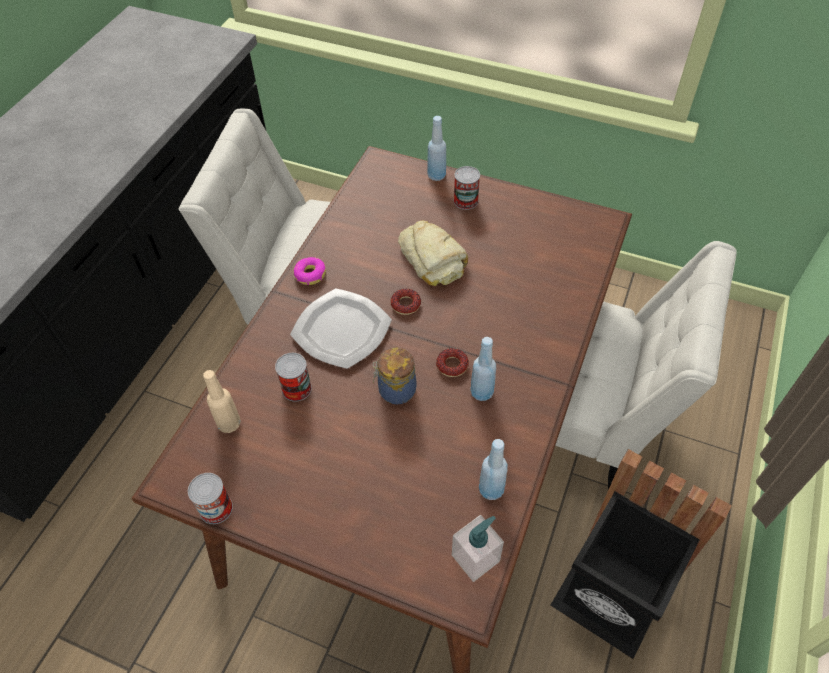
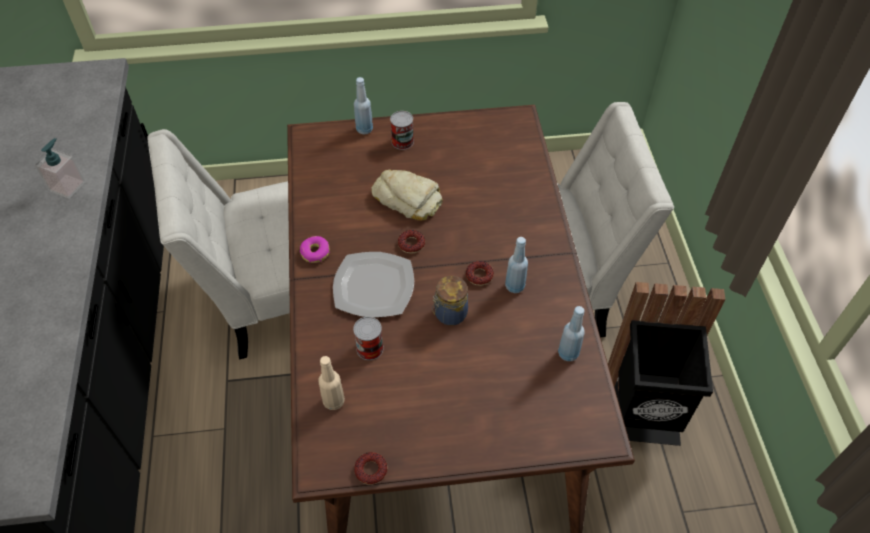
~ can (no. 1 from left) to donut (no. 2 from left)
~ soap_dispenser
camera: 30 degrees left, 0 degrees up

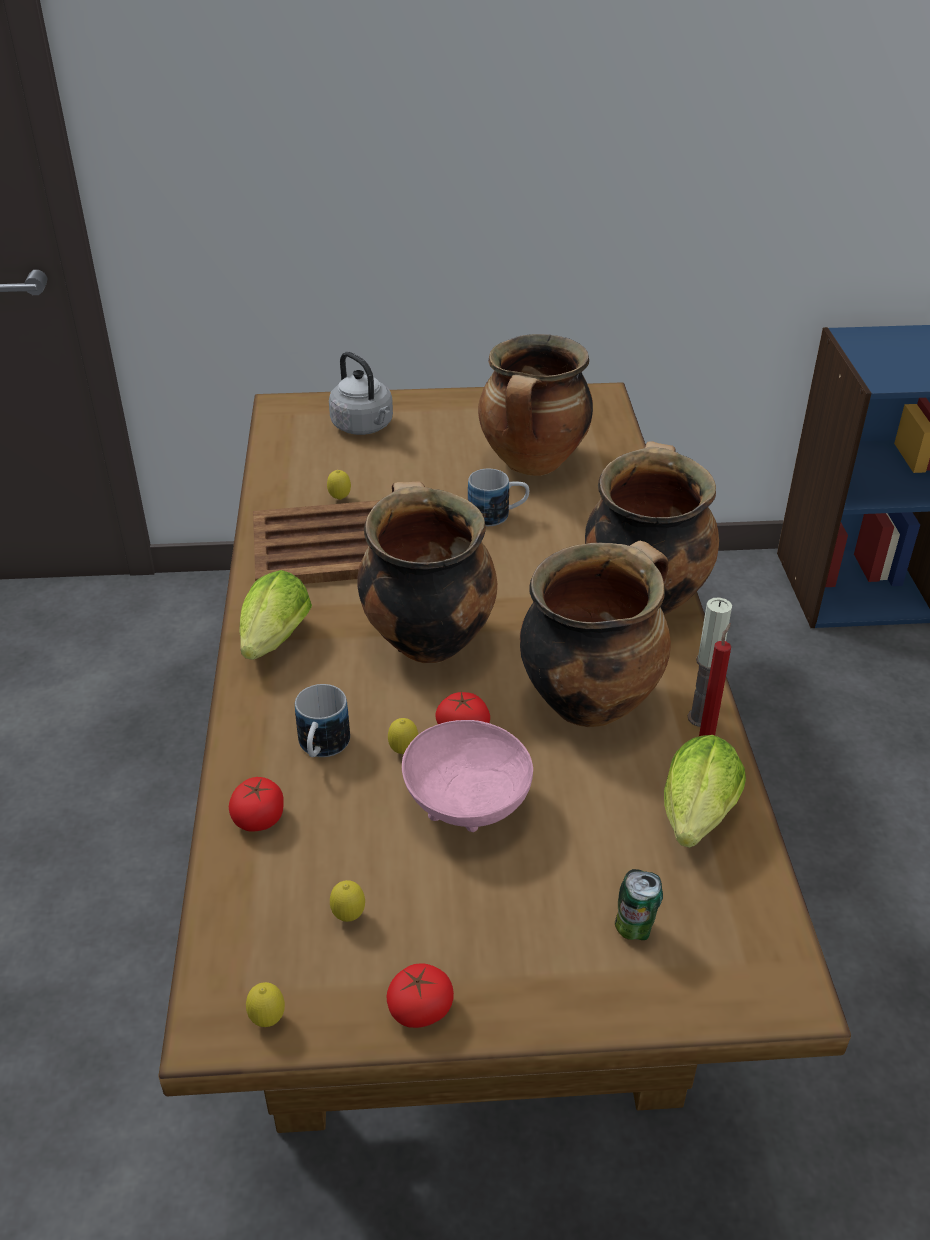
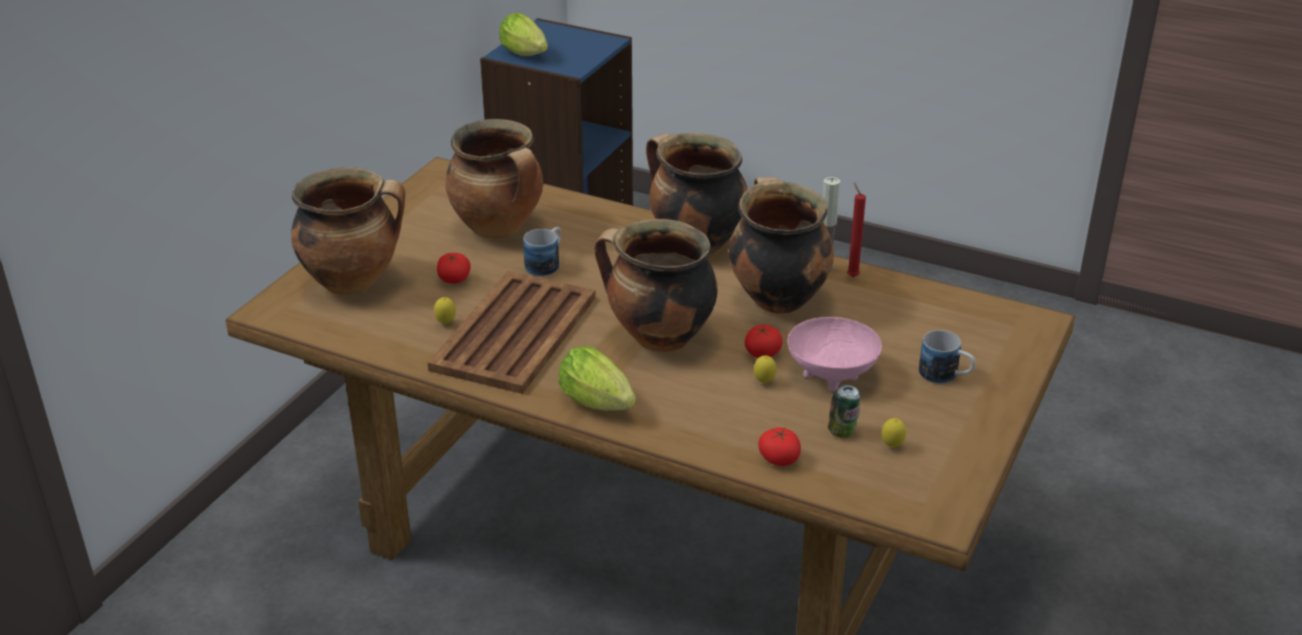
- lemon (no. 1 from left)
~ mug (no. 1 from left in the first image) to mug (no. 2 from left)
~ grey_kettle to cooking_pot (no. 1 from left)
~ tomato (no. 2 from left in the first image) to tomato (no. 1 from left)
~ can
~ lettuce (no. 2 from left in the first image) to lettuce (no. 1 from left)
camera: 60 degrees left, 5 degrees down

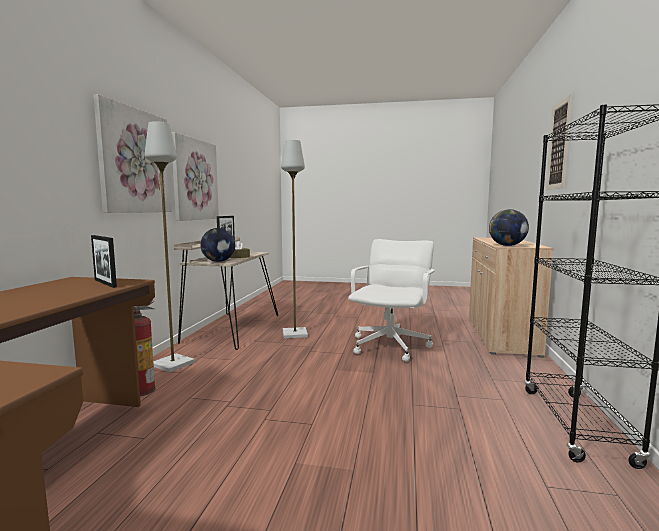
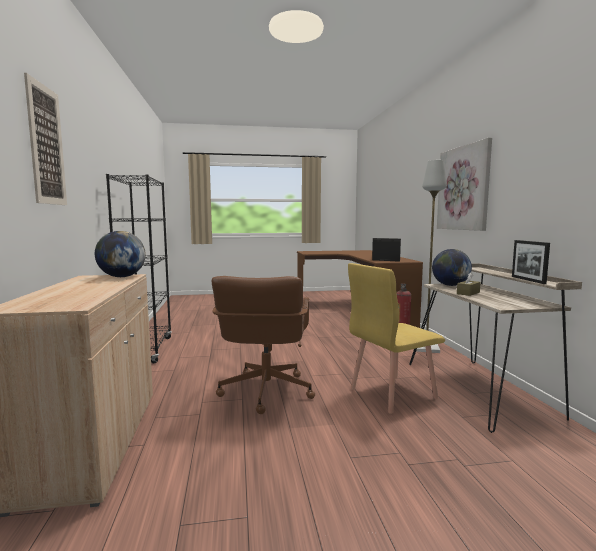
- picture (no. 2 from left)
~ grey_floor_lamp (no. 2 from left) to yellow_chair
~ white_office_chair to brown_office_chair
camera: 160 degrees right, 0 degrees up

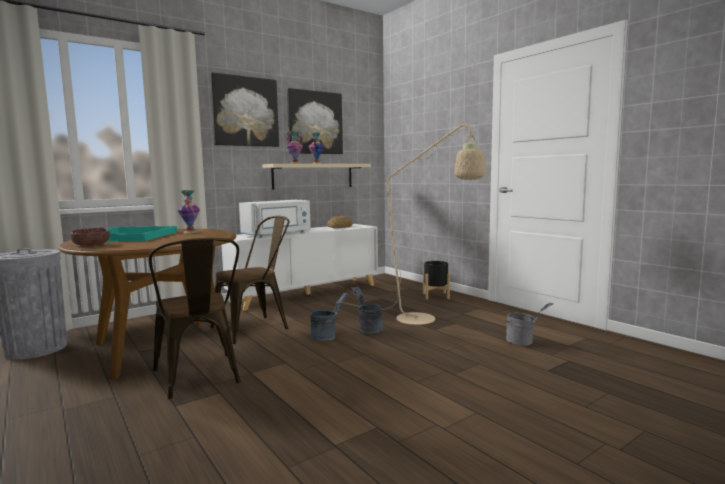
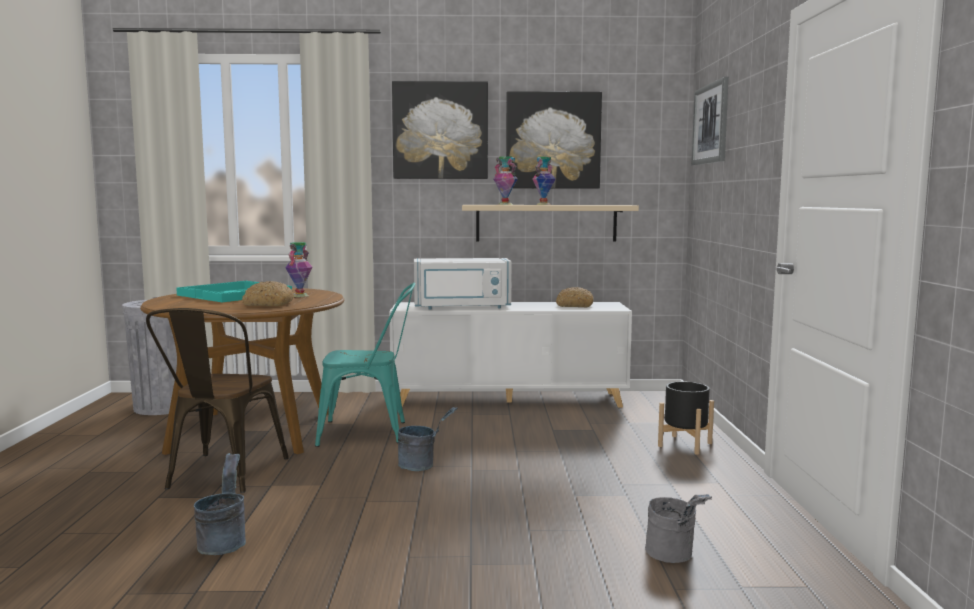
- bowl
~ brown_chair (no. 2 from left) to turquoise_chair
- beige_floor_lamp
~ grey_bucket (no. 2 from left in the first image) to grey_bucket (no. 1 from left)
+ bread (no. 1 from left)
+ picture (no. 3 from left)
camera: 35 degrees right, 0 degrees up

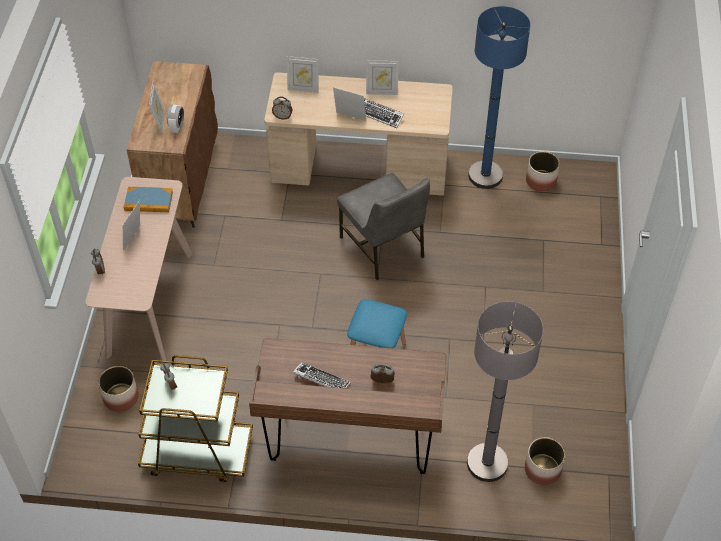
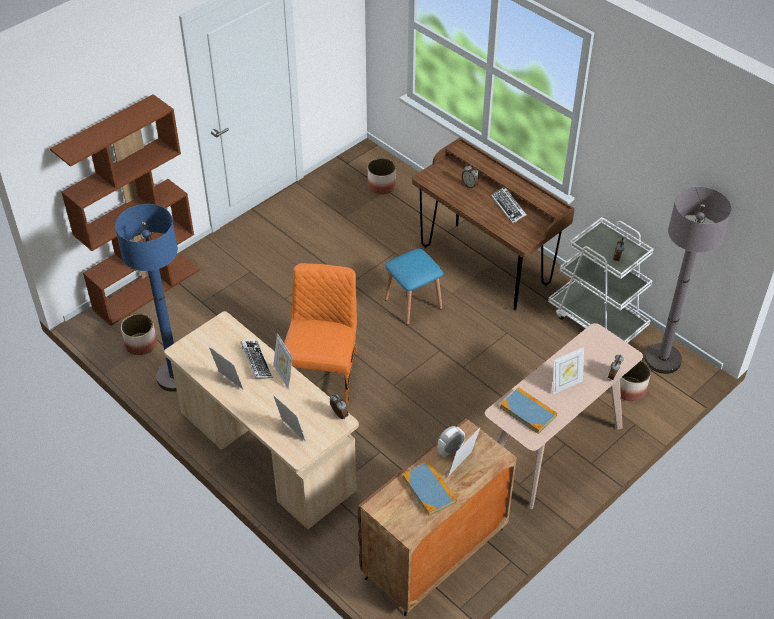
~ brown_cart to white_cart
~ grey_chair to orange_chair
~ grey_floor_lamp
+ brown_bookcase
+ book (no. 1 from left)
camera: 140 degrees left, 5 degrees down

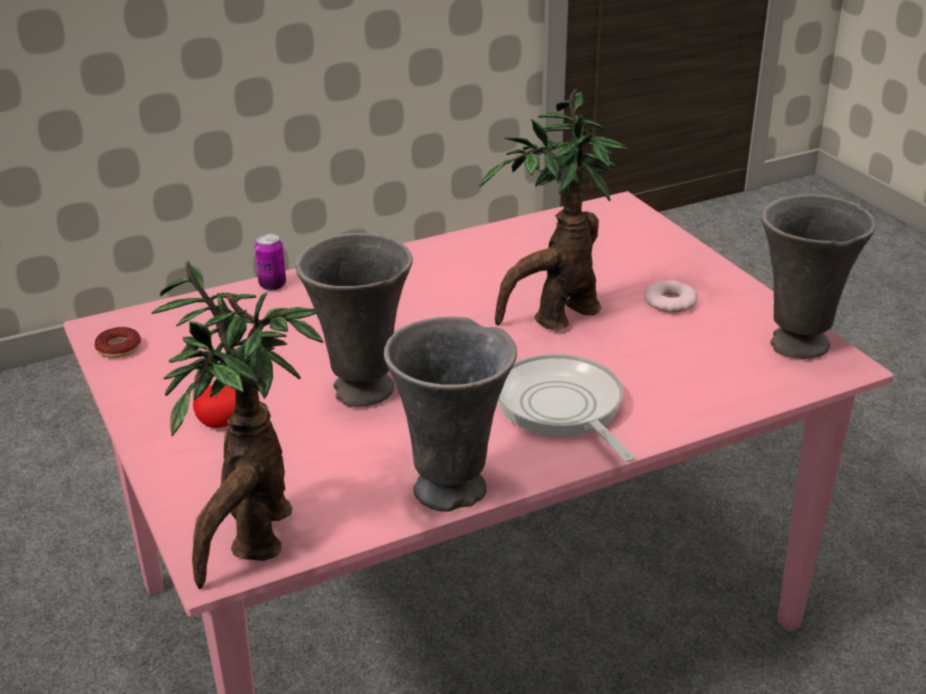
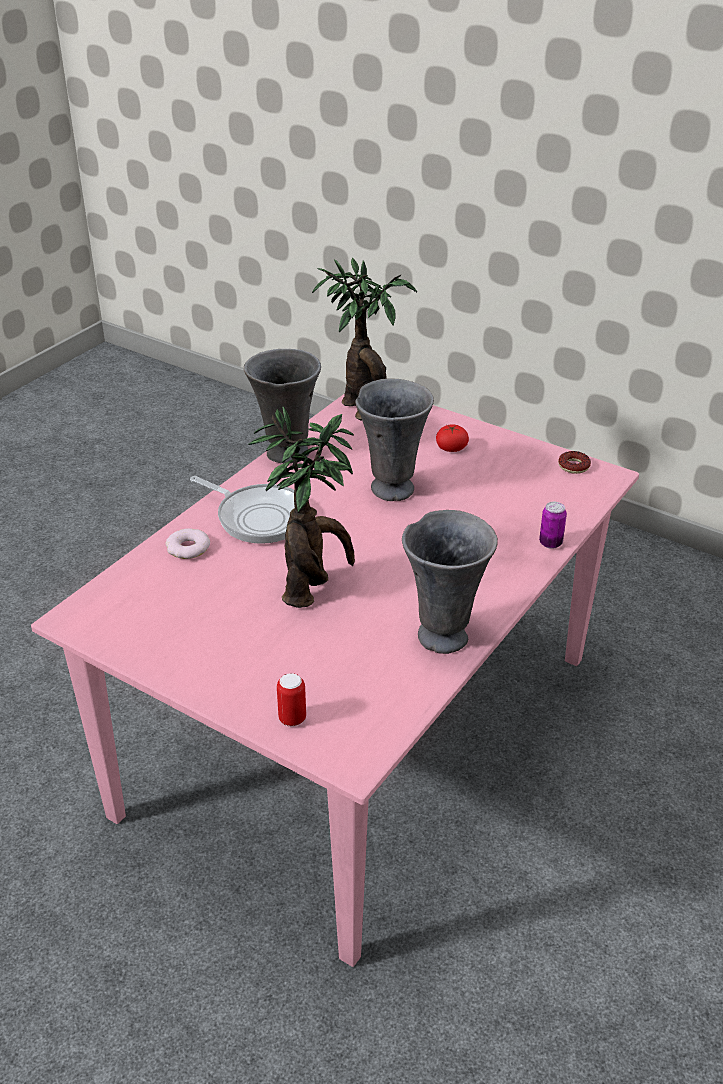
~ donut (no. 2 from left in the first image) to donut (no. 1 from left)
~ grey_vase (no. 3 from left)
+ can (no. 1 from left)
camera: 150 degrees right, 5 degrees up

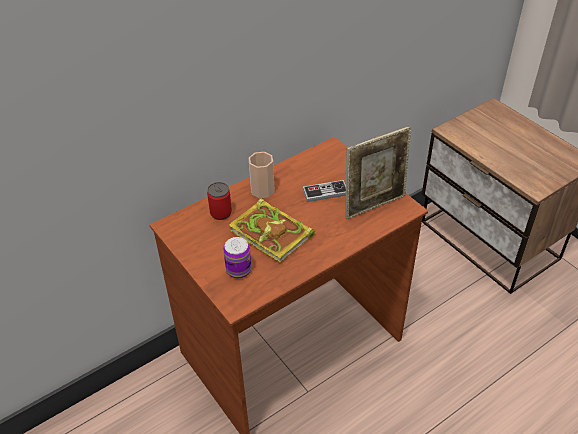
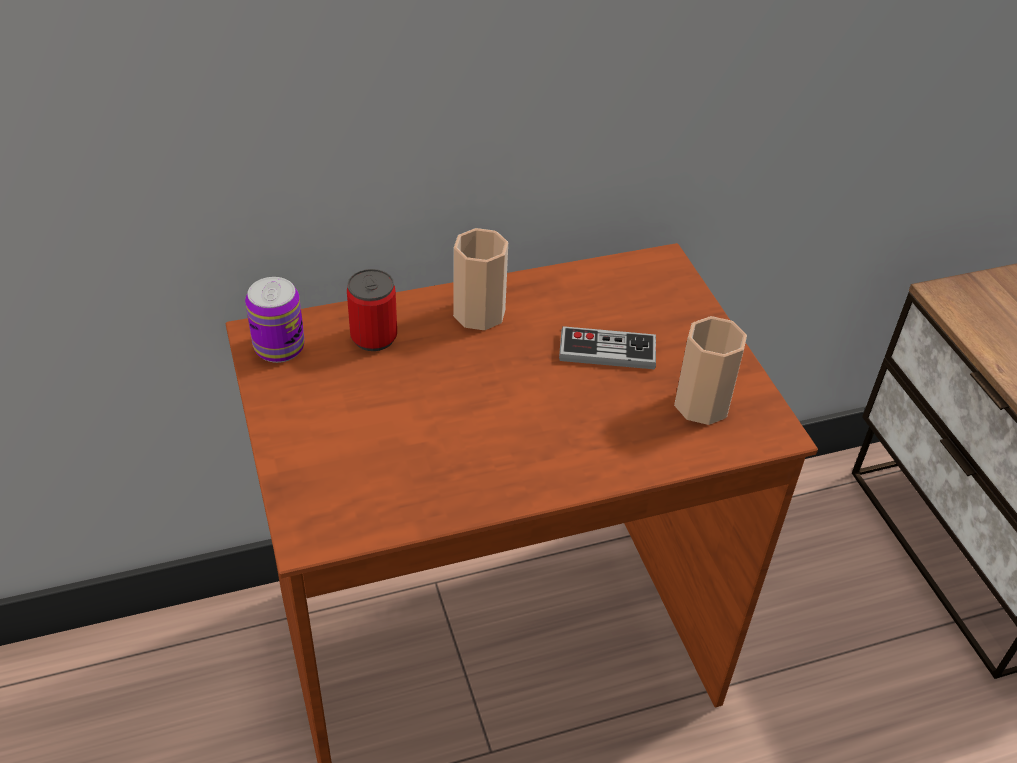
~ can (no. 2 from left in the first image) to can (no. 1 from left)
- book
~ picture_frame to cup (no. 2 from left)
camera: 15 degrees right, 0 degrees up

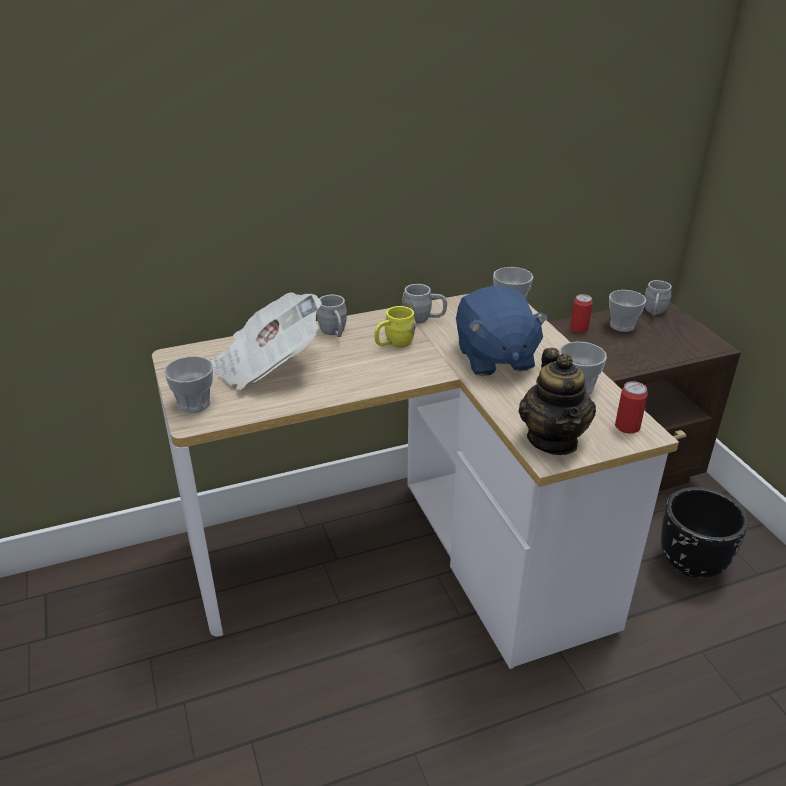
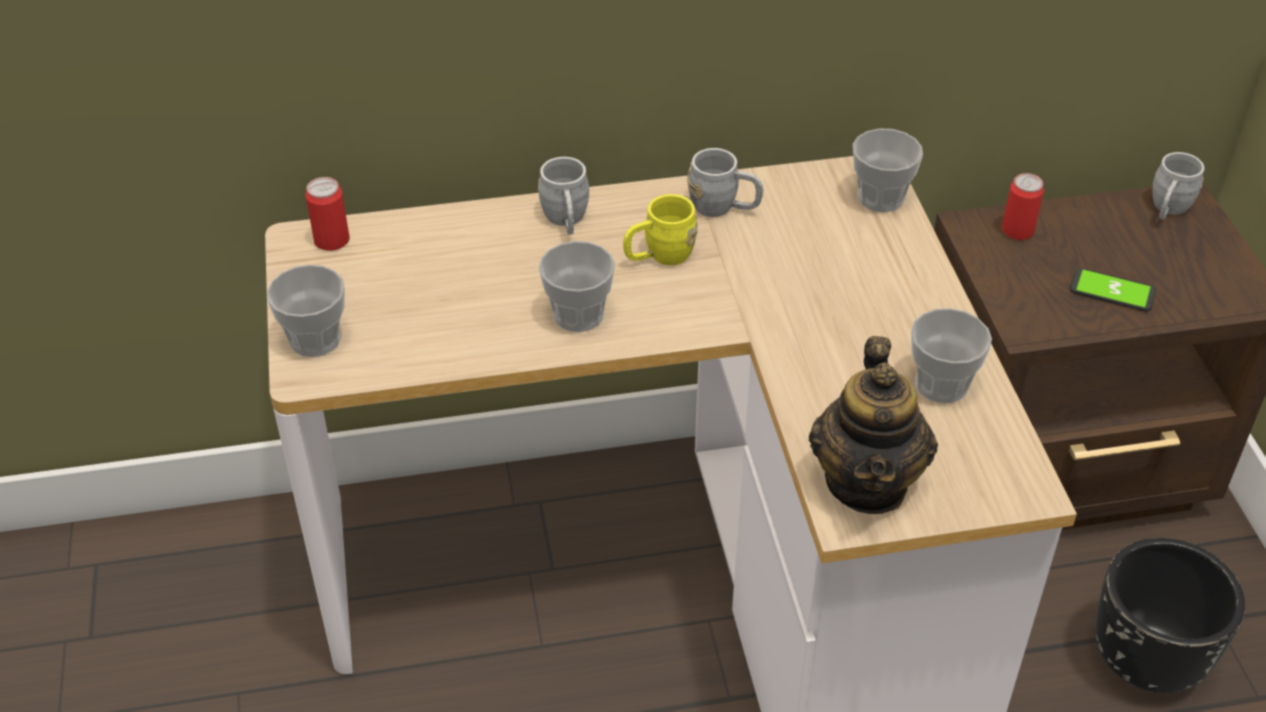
- newspaper
- blue_plush_toy
~ cup (no. 4 from left in the first image) to cup (no. 2 from left)
~ can (no. 2 from left in the first image) to can (no. 1 from left)
+ phone
camera: 10 degrees right, 10 degrees up

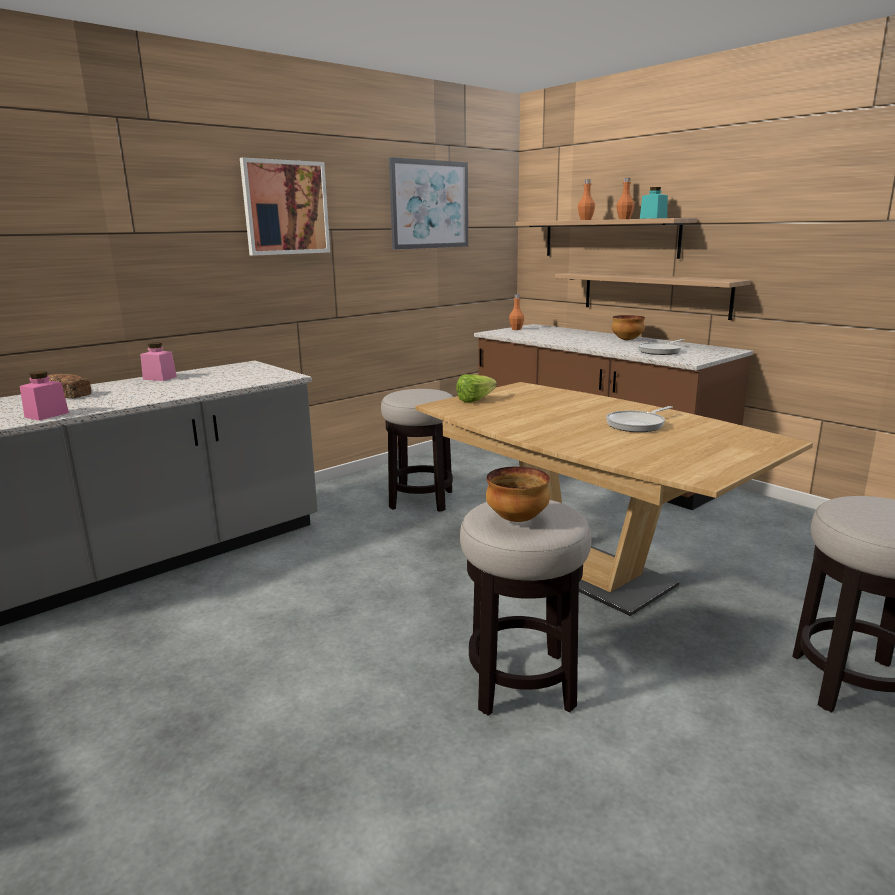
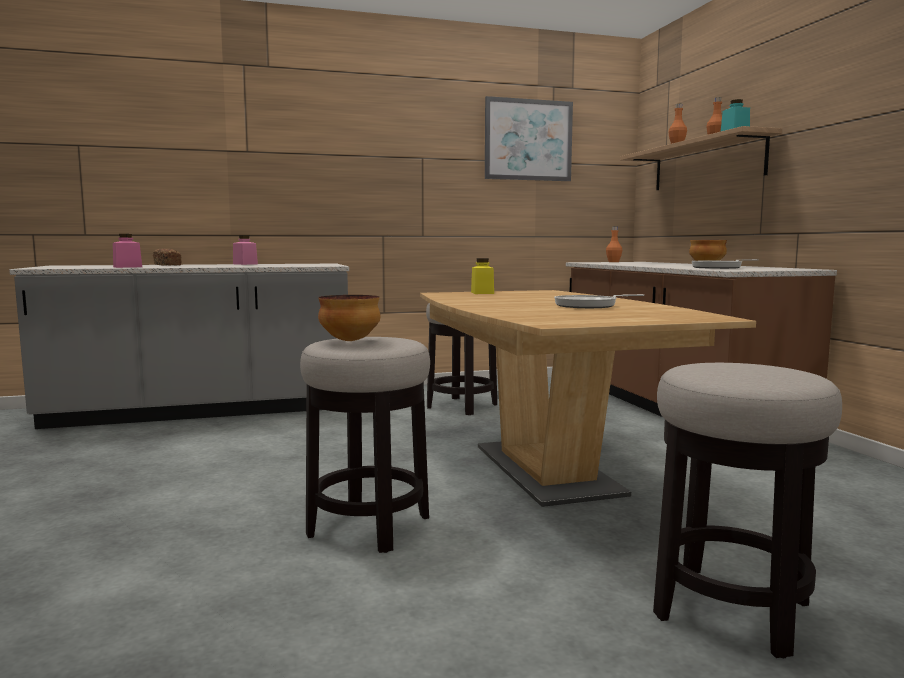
- picture (no. 1 from left)
~ lettuce to yellow_jar
- shelf (no. 2 from left)
camera: 25 degrees right, 10 degrees down

